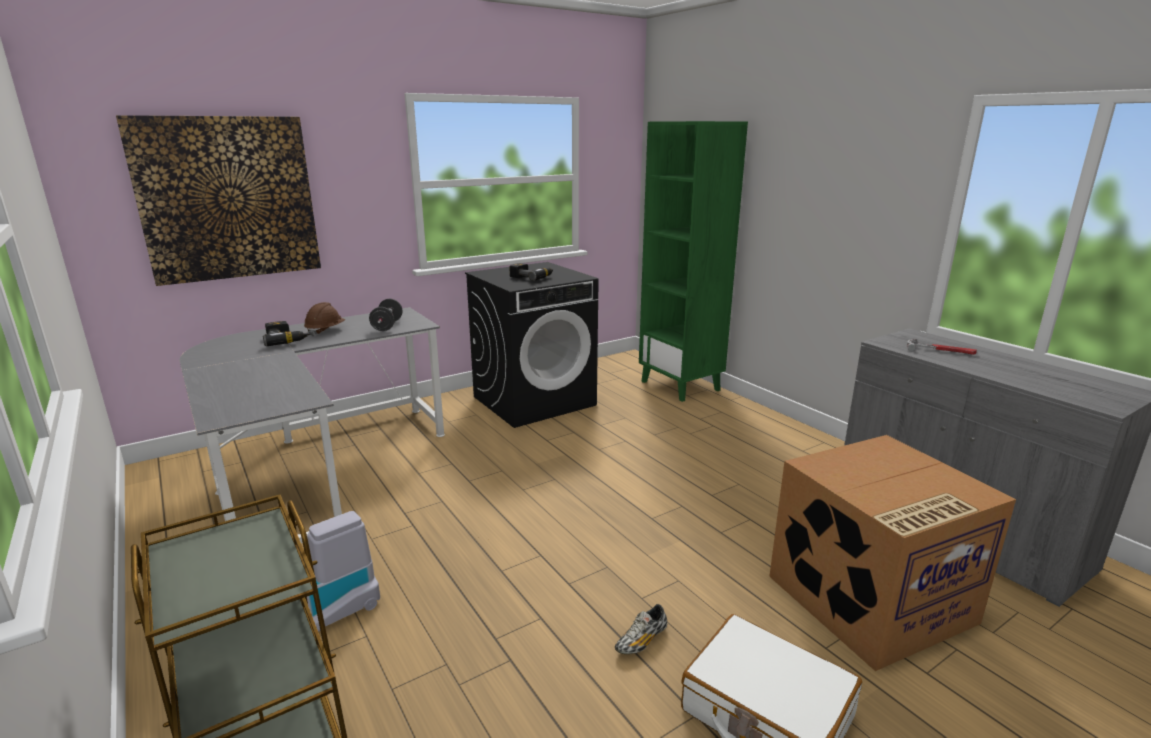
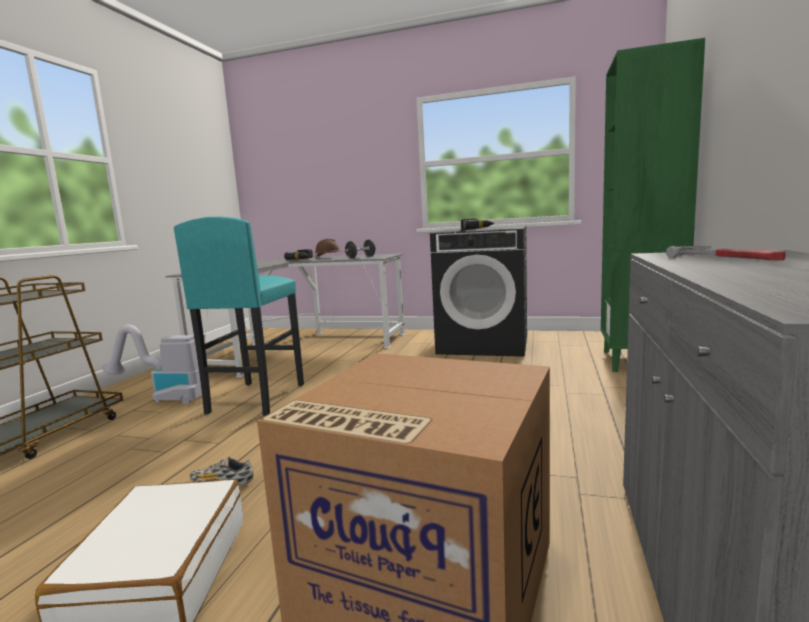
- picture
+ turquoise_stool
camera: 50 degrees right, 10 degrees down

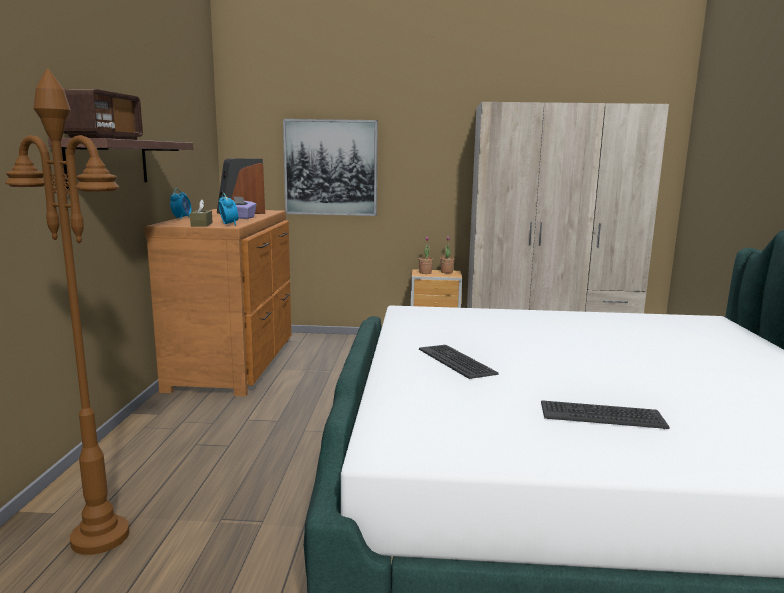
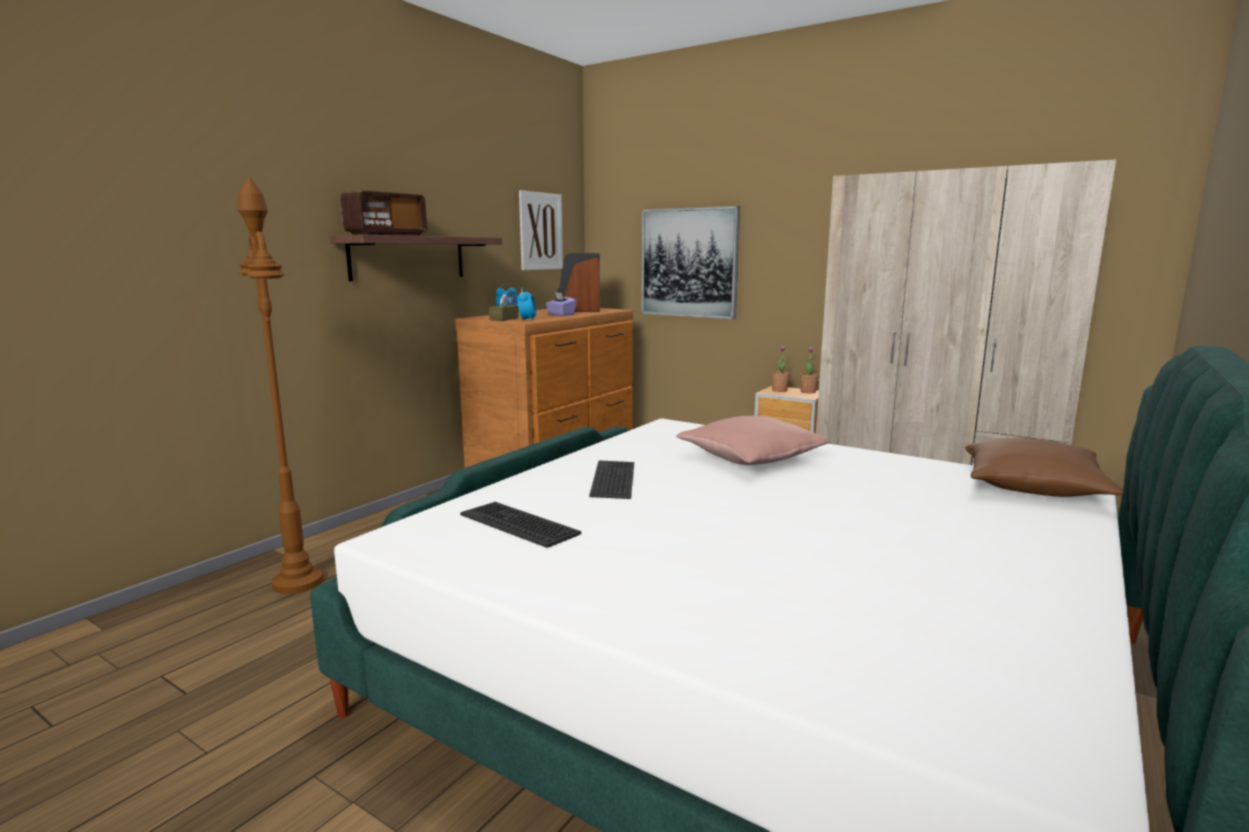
~ keyboard (no. 2 from left in the first image) to keyboard (no. 1 from left)
+ picture (no. 1 from left)
+ pink_pillow
+ brown_pillow
camera: 30 degrees right, 0 degrees up

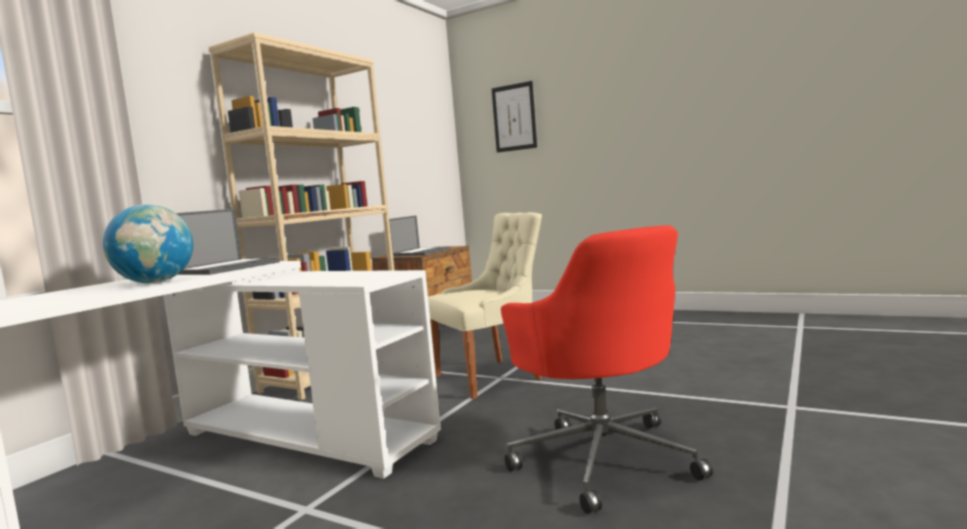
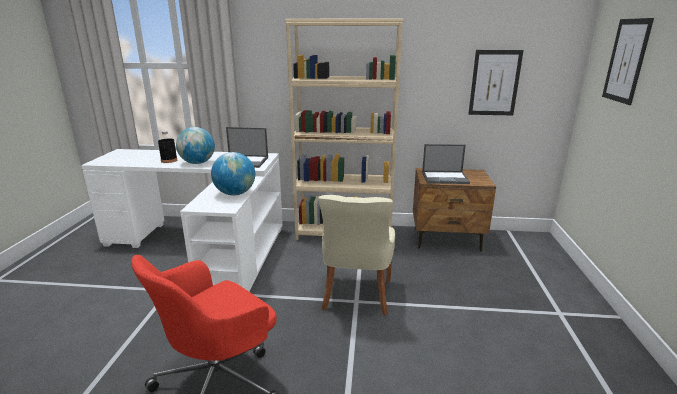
~ beige_chair 60 degrees clockwise
+ black_bottle
+ globe (no. 2 from left)
+ picture (no. 1 from left)
camera: 65 degrees right, 15 degrees up

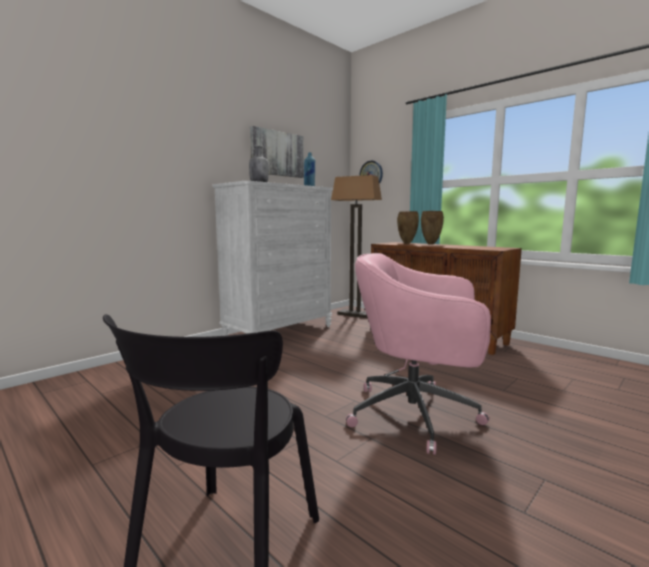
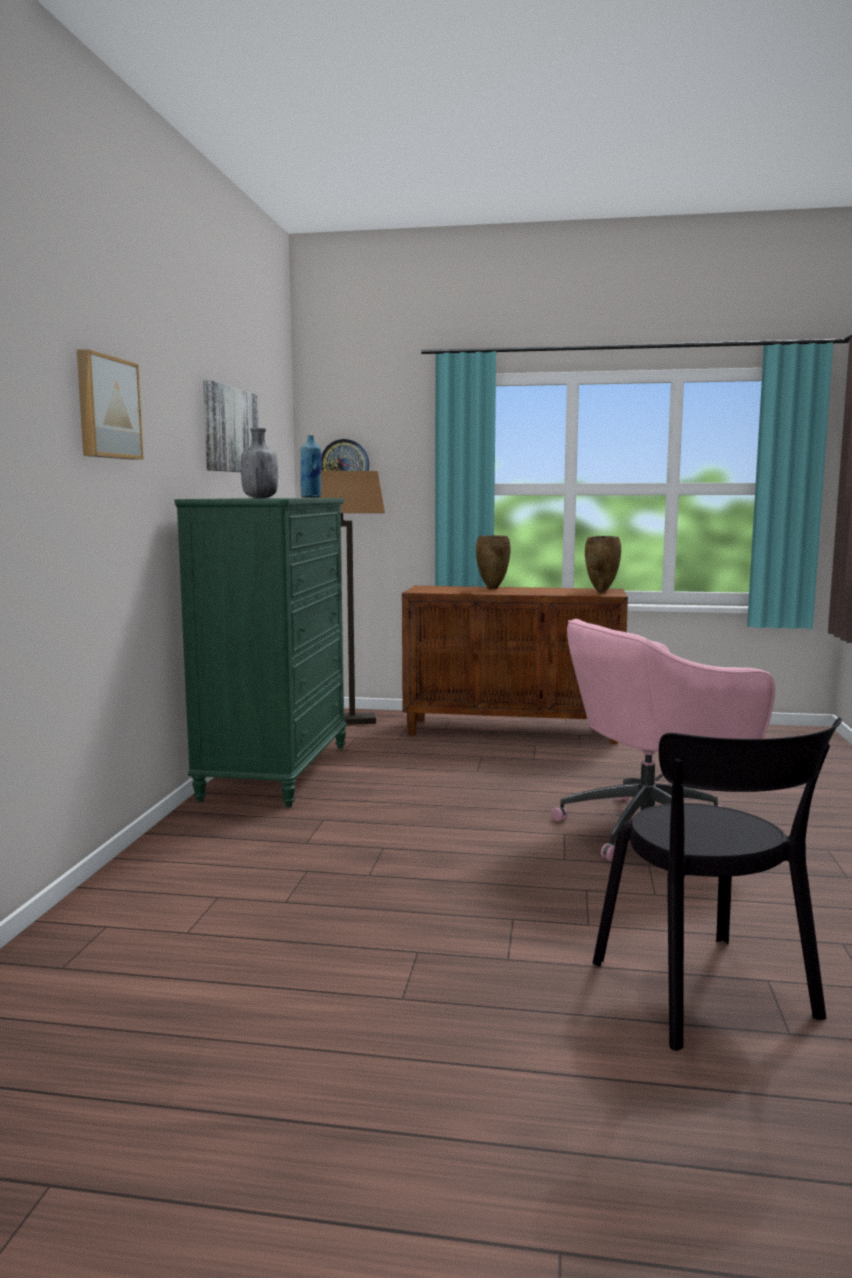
~ white_dresser to green_dresser
~ brown_vase (no. 1 from left in the first image) to brown_vase (no. 2 from left)
+ picture (no. 1 from left)
camera: 35 degrees left, 0 degrees up

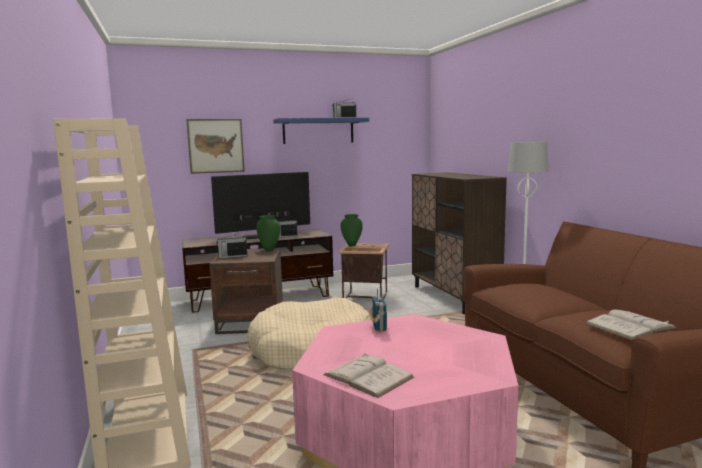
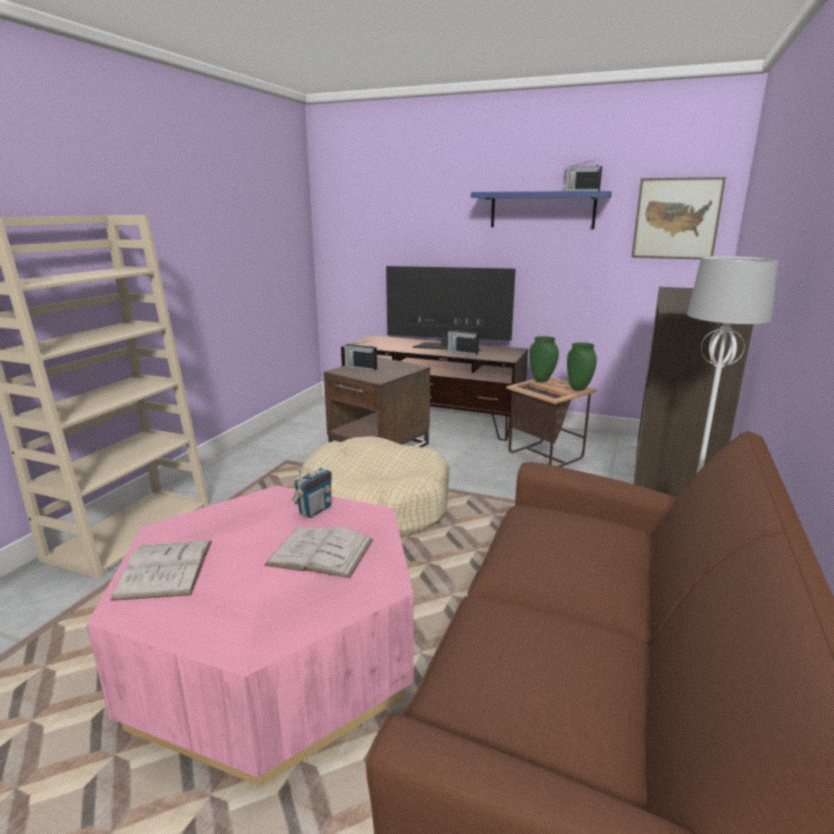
~ picture
~ green_vase (no. 1 from left in the first image) to green_vase (no. 2 from left)
~ white_book (no. 2 from left)
camera: 40 degrees right, 10 degrees up

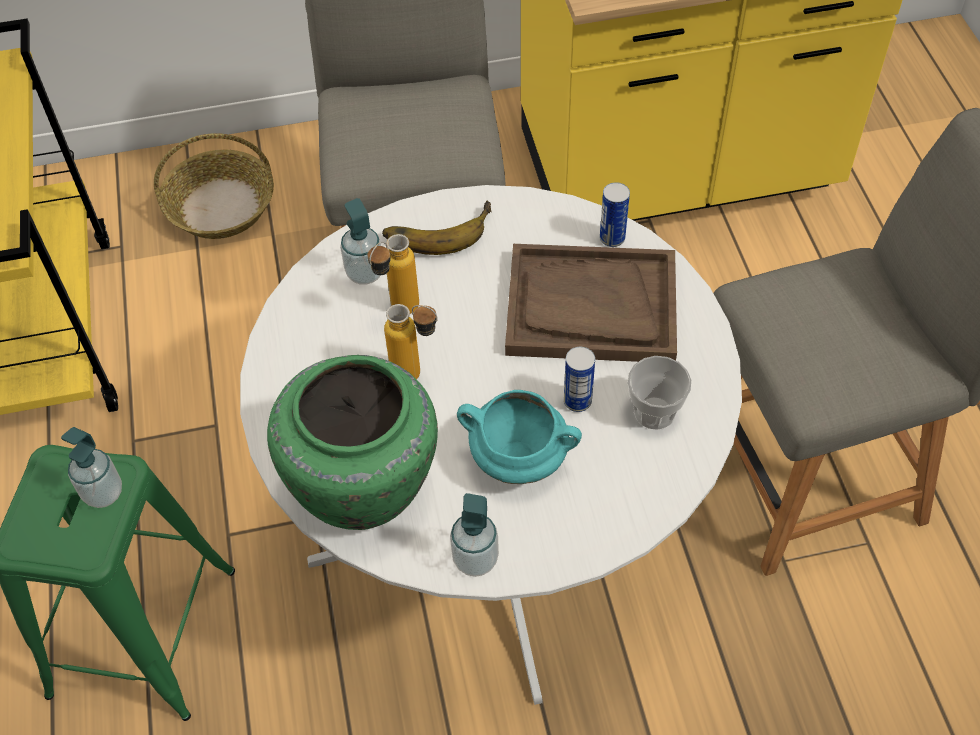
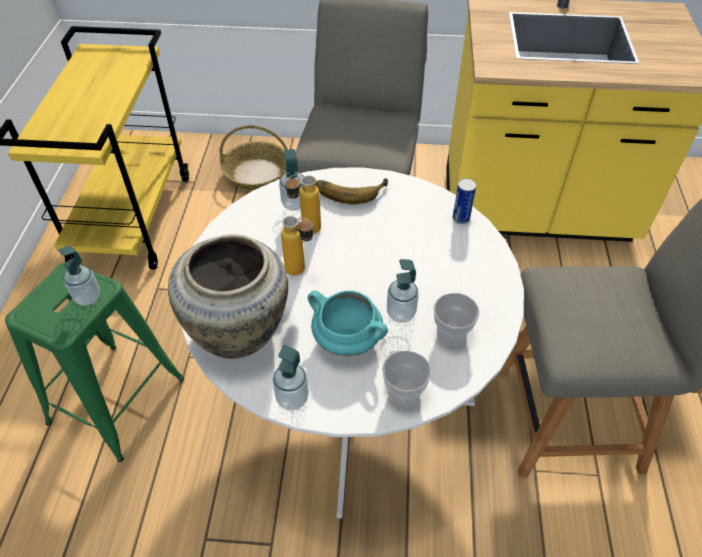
~ green_vase to beige_vase
- brown_tray
~ can (no. 1 from left) to soap_dispenser (no. 4 from left)
+ cup (no. 1 from left)
camera: 15 degrees right, 5 degrees down

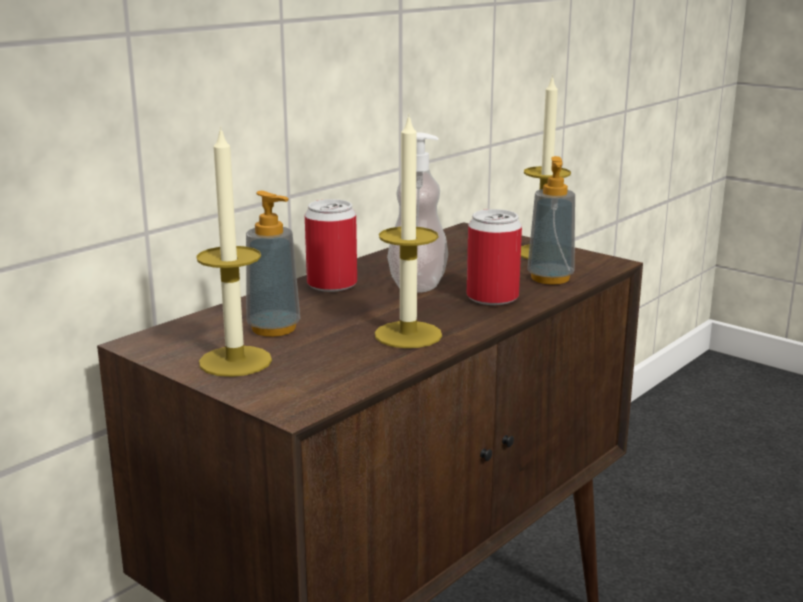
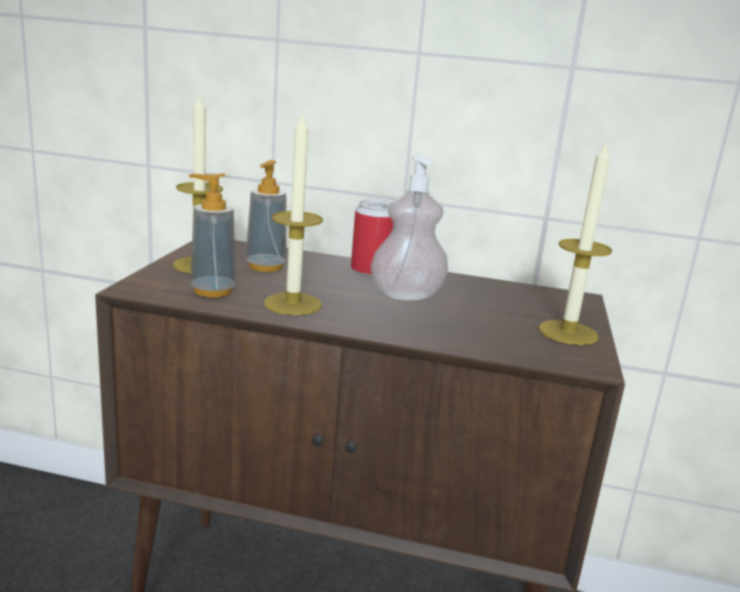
- can (no. 2 from left)
~ soap_dispenser (no. 3 from left in the first image) to soap_dispenser (no. 1 from left)
camera: 60 degrees right, 0 degrees up

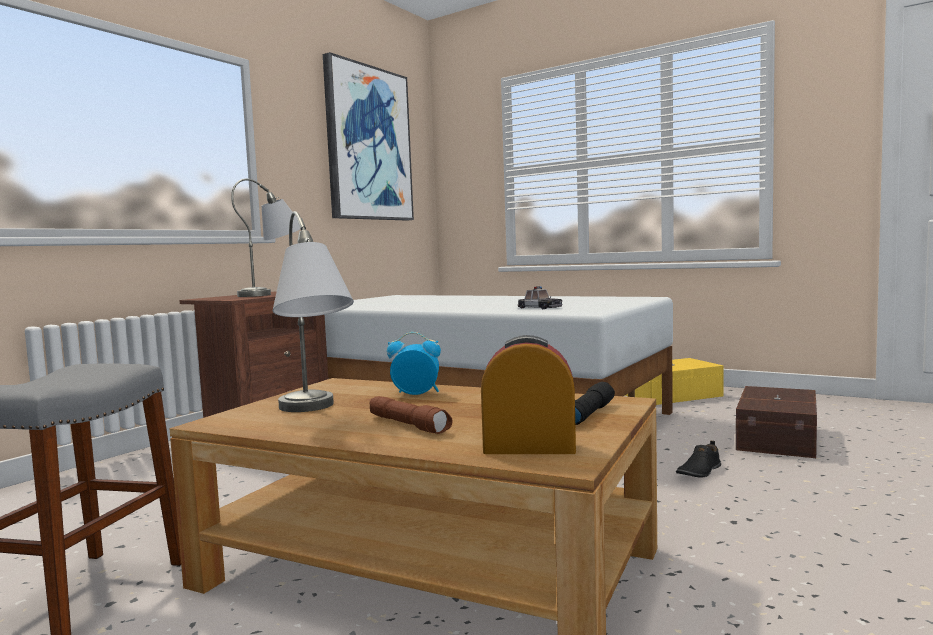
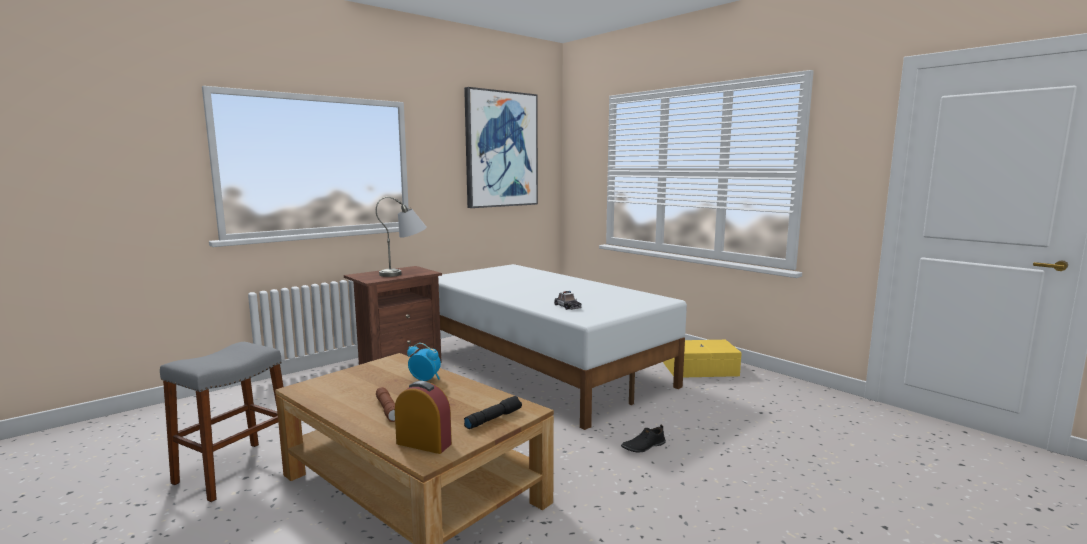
- grey_table_lamp (no. 2 from left)
- brown_storage_box
camera: 15 degrees right, 5 degrees up

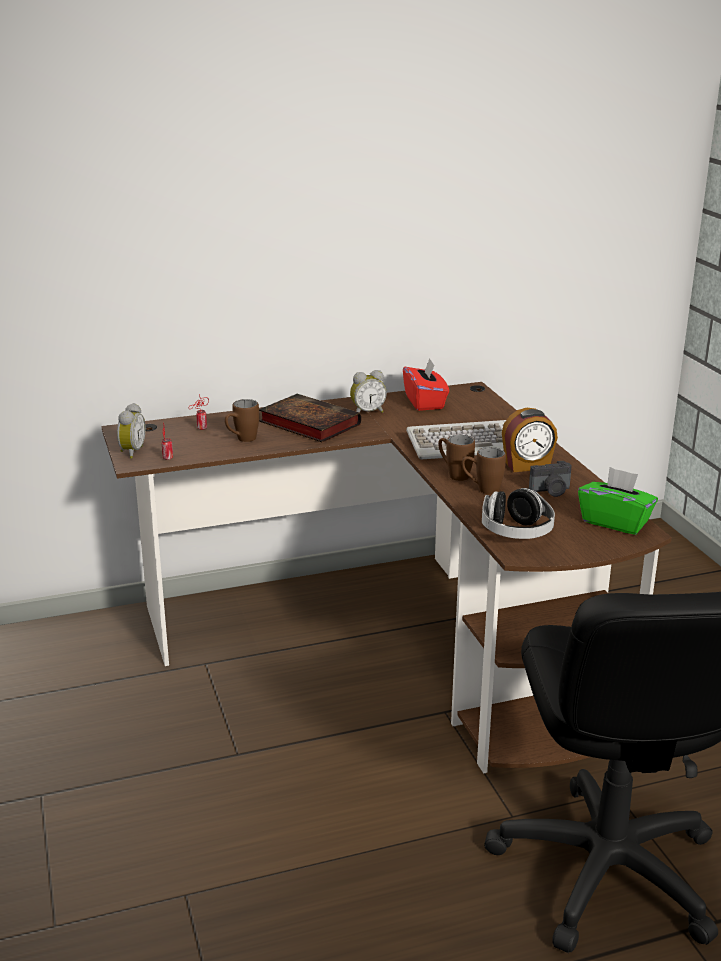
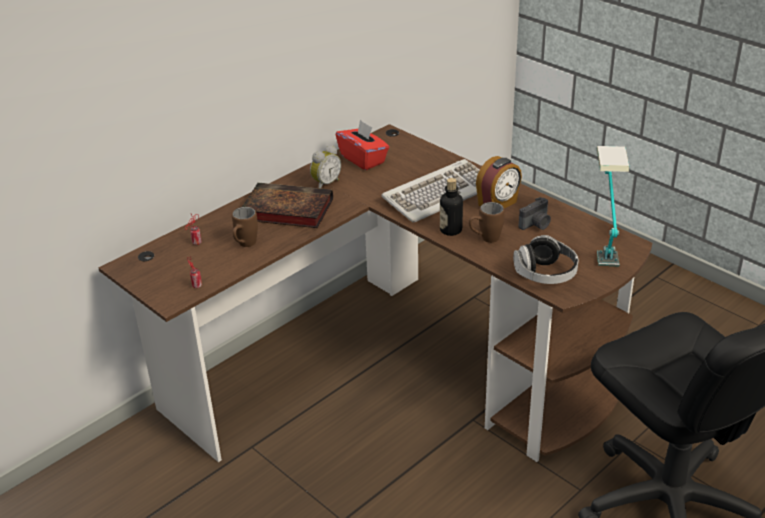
- alarm_clock (no. 1 from left)
~ brown_mug (no. 2 from left) to bottle
~ green_tissue_box to table_lamp
camera: 25 degrees left, 10 degrees up

